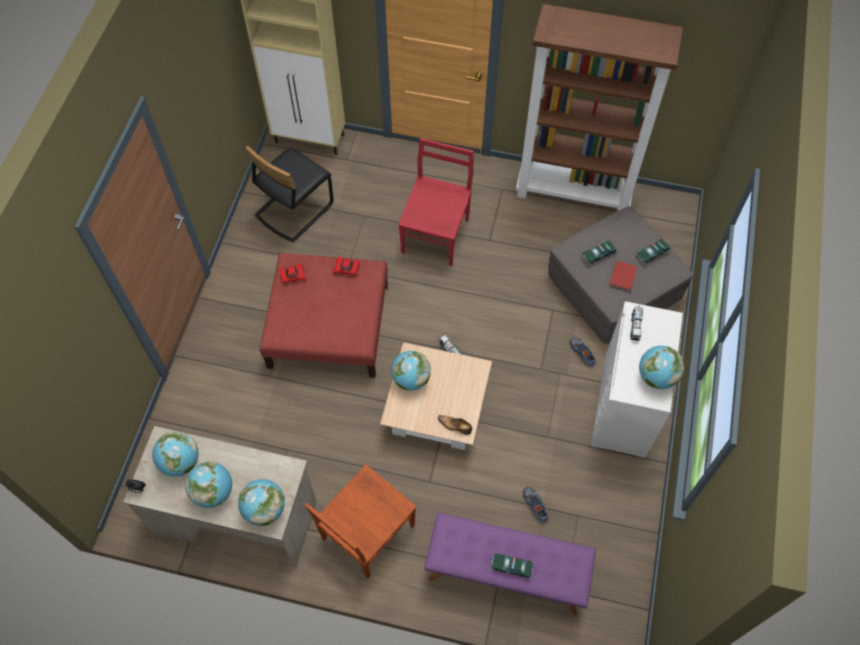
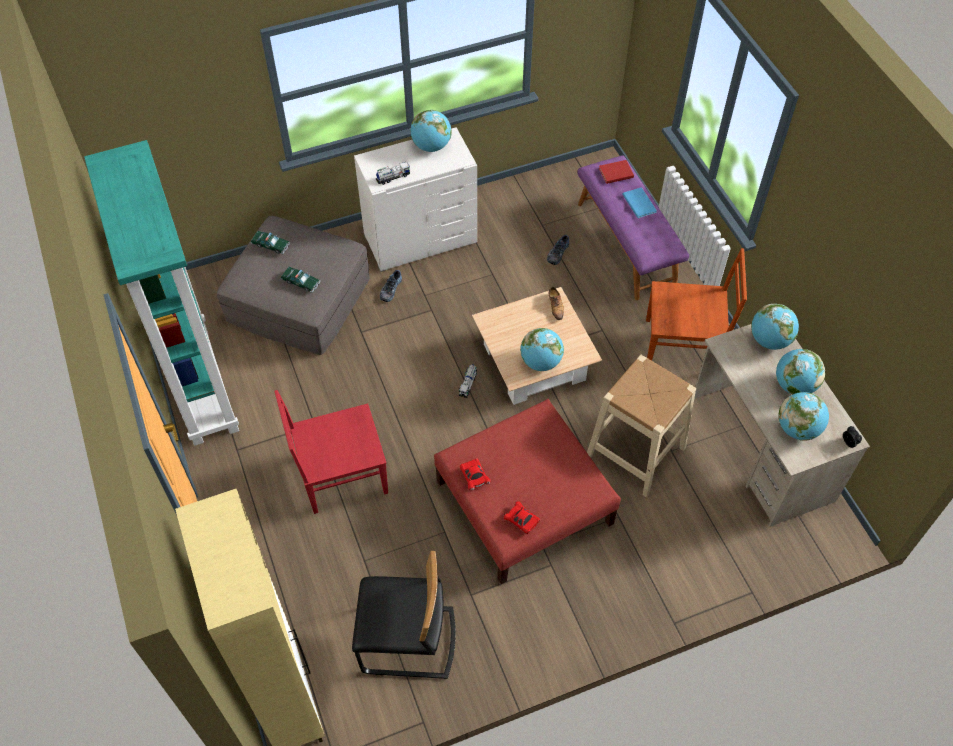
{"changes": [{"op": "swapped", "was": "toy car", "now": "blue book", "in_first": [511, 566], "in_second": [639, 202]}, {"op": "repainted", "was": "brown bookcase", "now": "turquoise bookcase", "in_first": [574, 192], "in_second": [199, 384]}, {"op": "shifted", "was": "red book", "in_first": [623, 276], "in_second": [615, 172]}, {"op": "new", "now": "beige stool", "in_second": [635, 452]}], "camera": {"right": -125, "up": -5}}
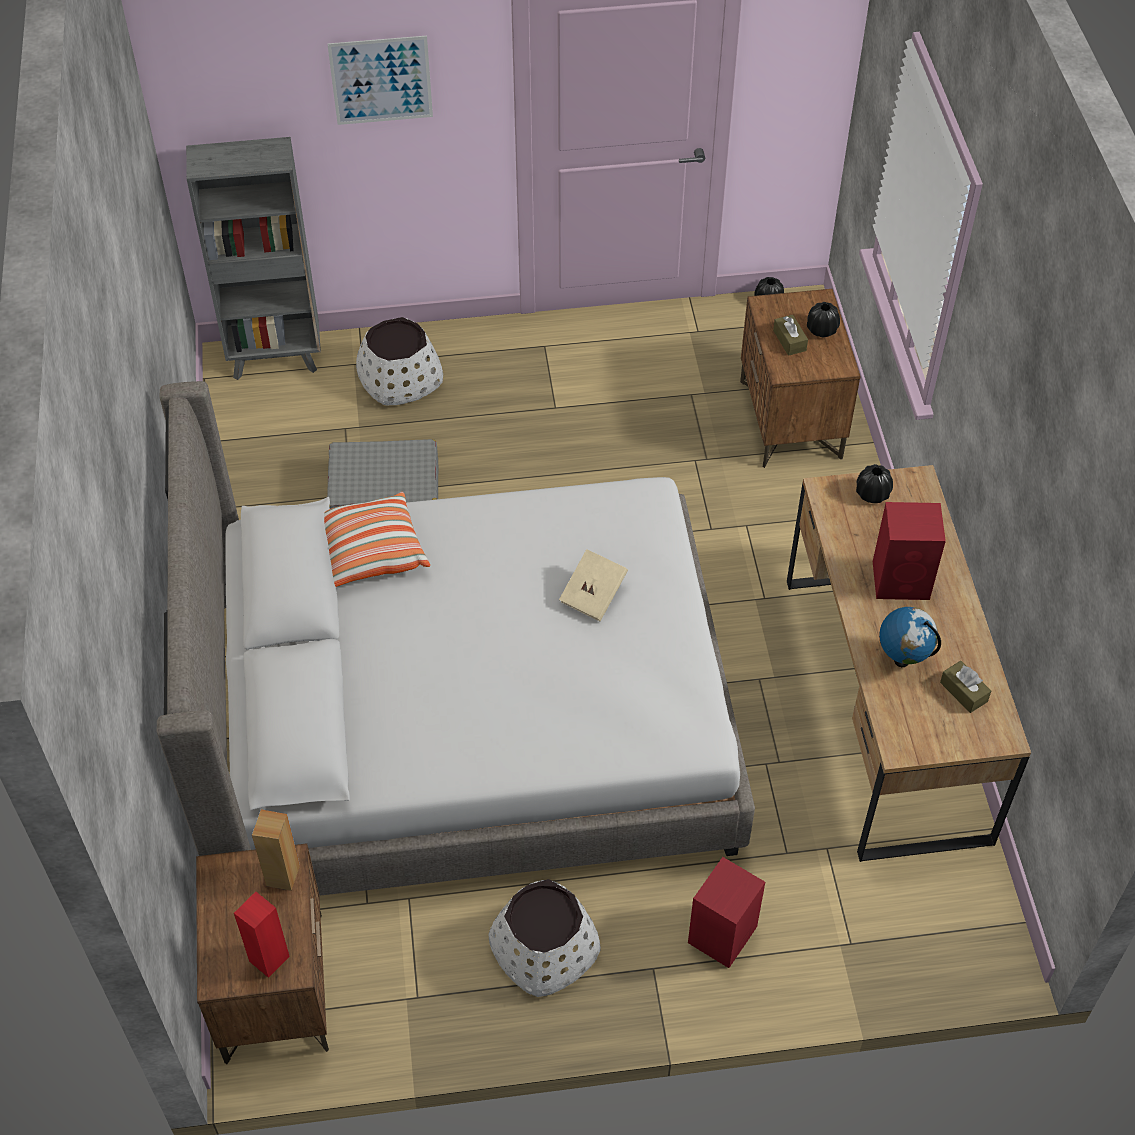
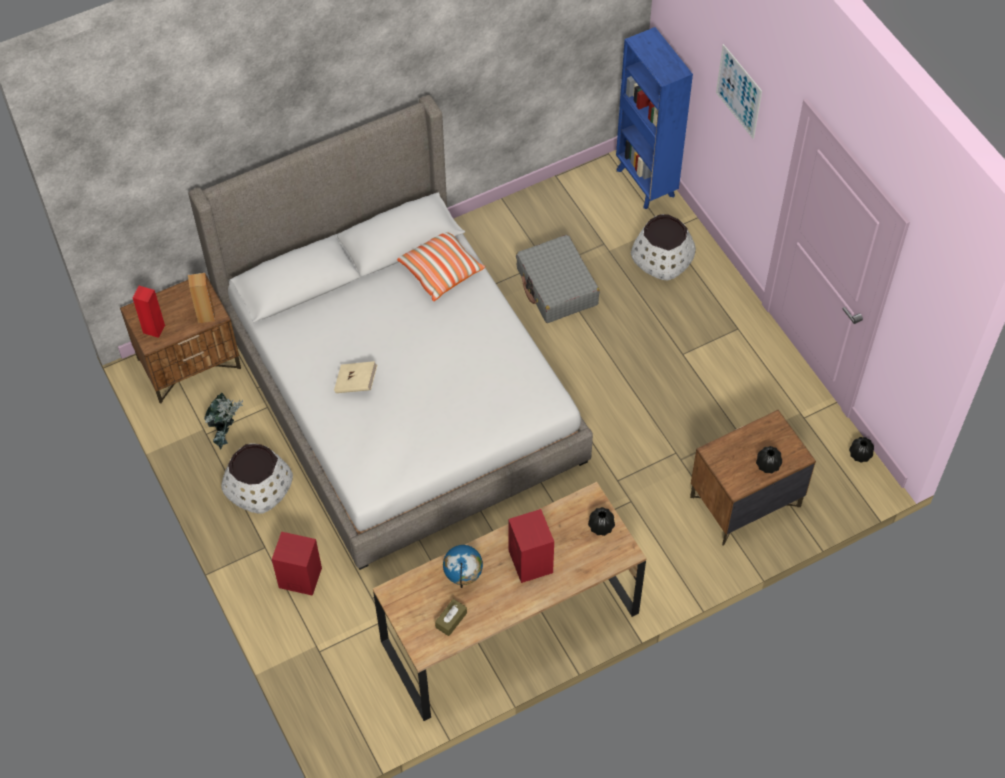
{"changes": [{"op": "repainted", "was": "grey bookcase", "now": "blue bookcase", "in_first": [276, 358], "in_second": [645, 184]}, {"op": "shifted", "was": "beige book", "in_first": [593, 595], "in_second": [356, 383]}, {"op": "gone", "was": "brown tissue box", "in_first": [789, 340]}, {"op": "new", "now": "potted plant", "in_second": [226, 433]}], "camera": {"right": 70, "up": 5}}
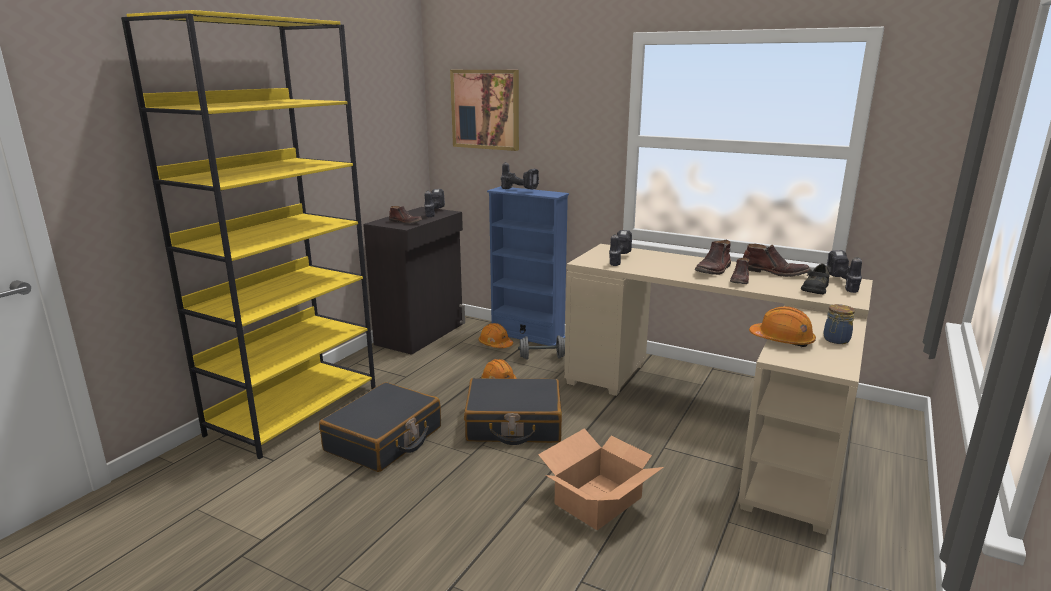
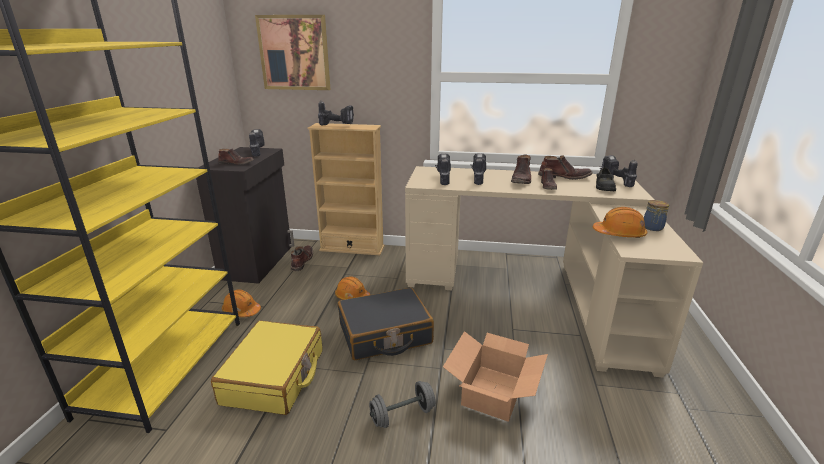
{"changes": [{"op": "repainted", "was": "black suitcase", "now": "yellow suitcase", "in_first": [384, 439], "in_second": [274, 377]}, {"op": "shifted", "was": "orange hard hat", "in_first": [495, 344], "in_second": [241, 311]}, {"op": "repainted", "was": "blue bookcase", "now": "beige bookcase", "in_first": [527, 335], "in_second": [352, 248]}, {"op": "shifted", "was": "grey dumbbell", "in_first": [542, 357], "in_second": [402, 415]}, {"op": "new", "now": "brown boot", "in_second": [301, 261]}, {"op": "new", "now": "power drill", "in_second": [477, 178]}], "camera": {"right": -20, "up": 5}}
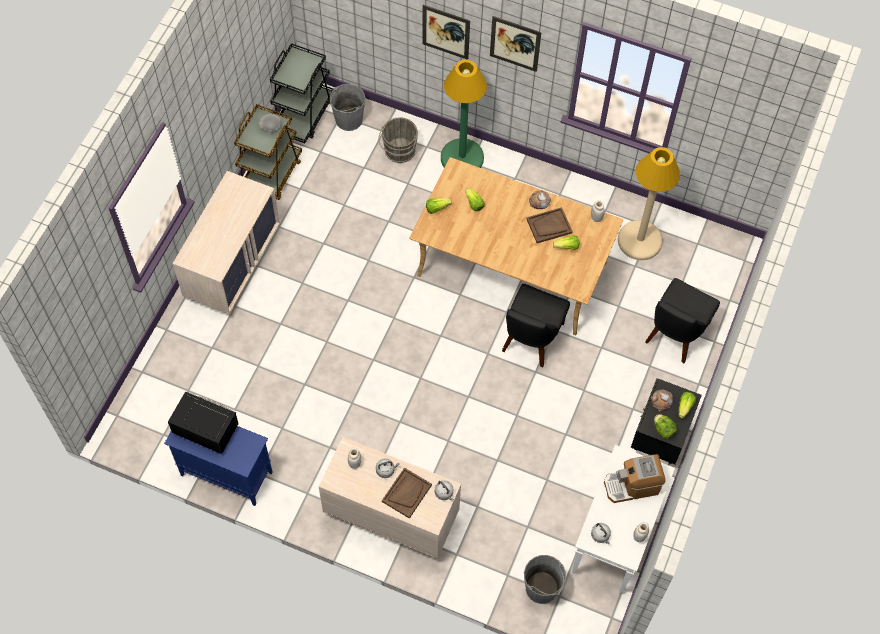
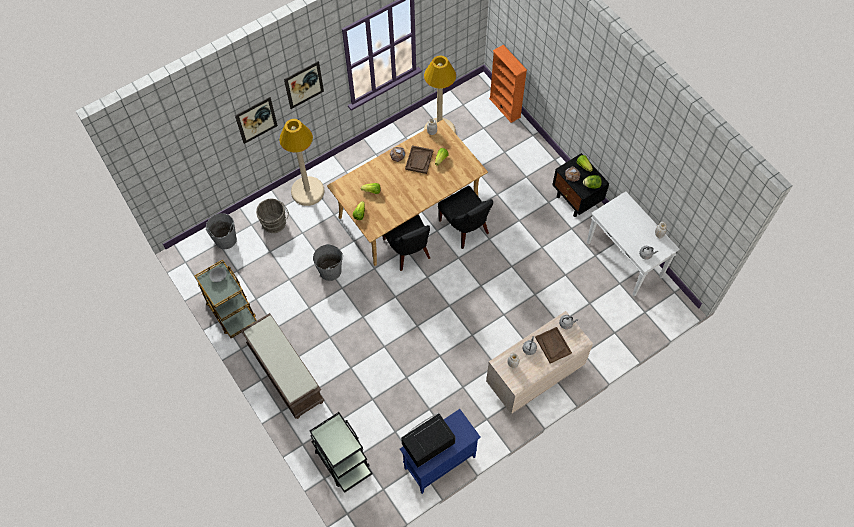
{"changes": [{"op": "swapped", "was": "beige dresser", "now": "brown bench", "in_first": [233, 266], "in_second": [284, 373]}, {"op": "shifted", "was": "black cart", "in_first": [303, 115], "in_second": [342, 459]}, {"op": "repainted", "was": "green floor lamp", "now": "beige floor lamp", "in_first": [462, 158], "in_second": [307, 191]}, {"op": "shifted", "was": "grey bucket", "in_first": [541, 588], "in_second": [330, 271]}, {"op": "gone", "was": "coffee machine", "in_first": [632, 485]}, {"op": "shifted", "was": "black chair", "in_first": [675, 334], "in_second": [407, 250]}, {"op": "new", "now": "orange bookcase", "in_second": [505, 107]}], "camera": {"right": -55, "up": 0}}
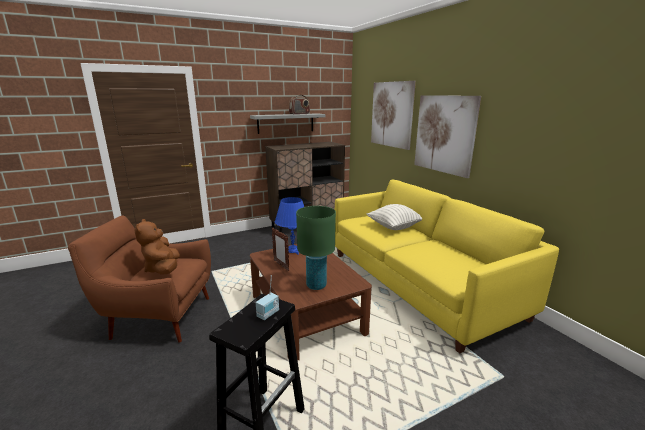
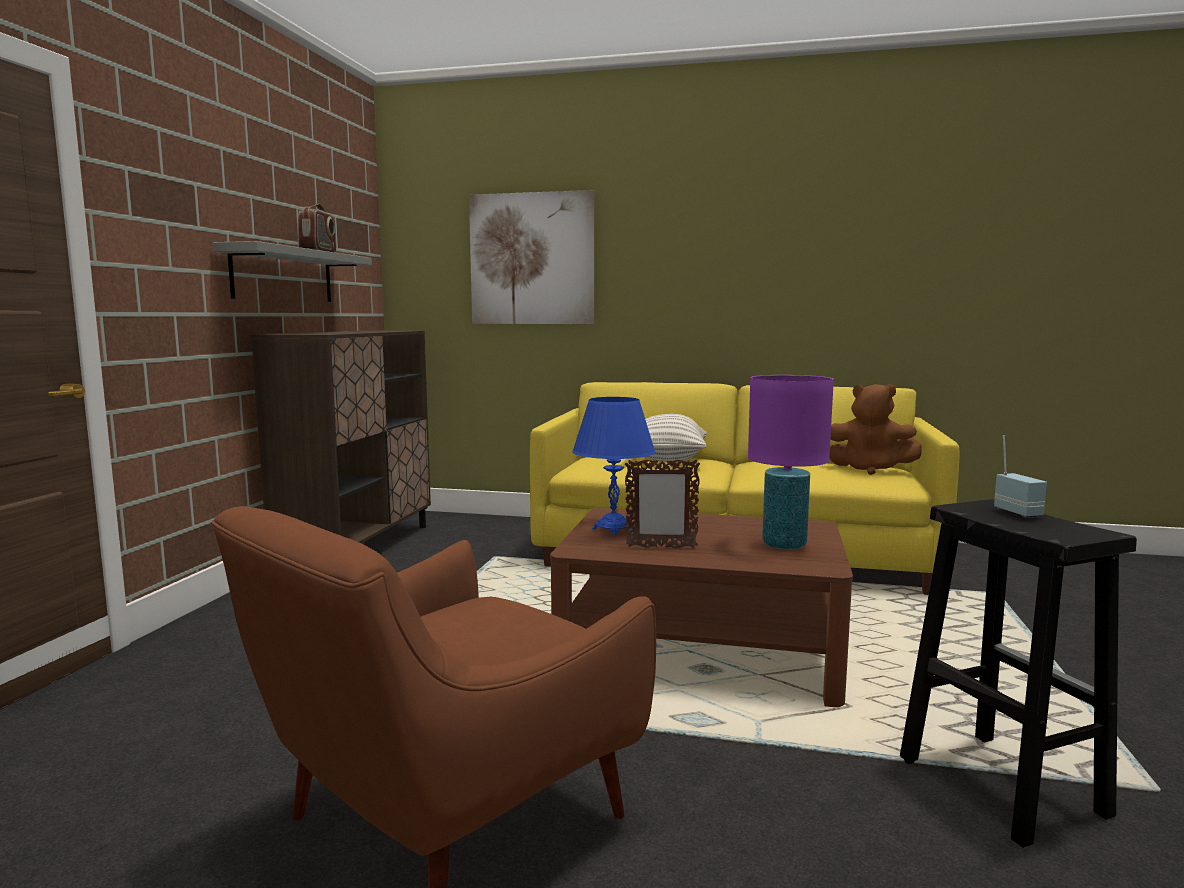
{"changes": [{"op": "shifted", "was": "brown plush toy", "in_first": [163, 269], "in_second": [870, 469]}, {"op": "repainted", "was": "green table lamp", "now": "purple table lamp", "in_first": [316, 285], "in_second": [784, 545]}, {"op": "gone", "was": "picture", "in_first": [444, 134]}], "camera": {"right": -50, "up": -10}}
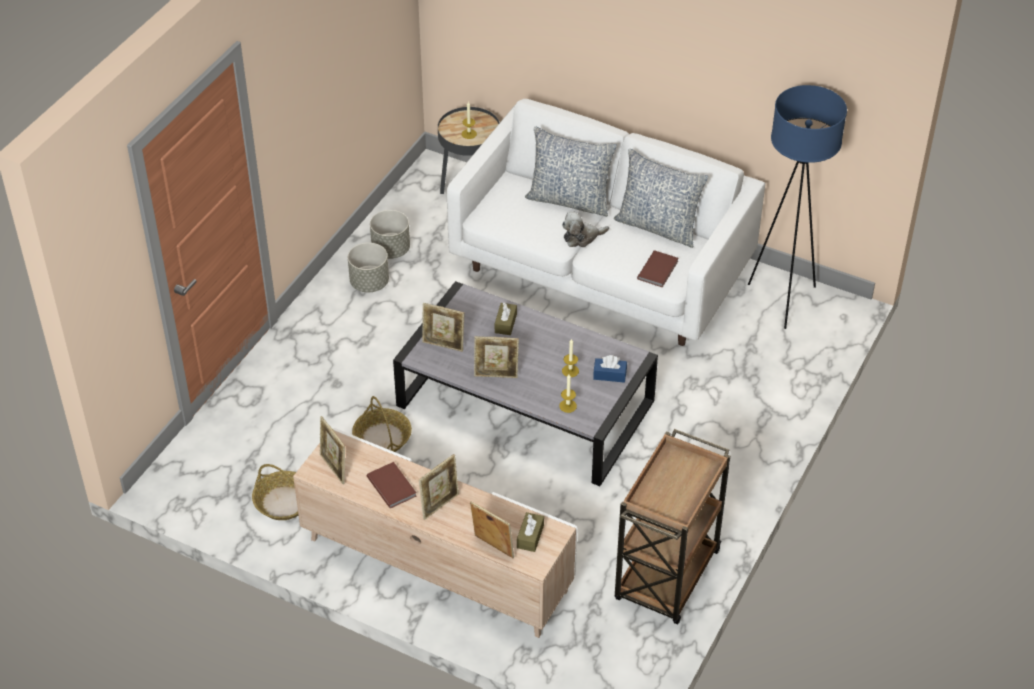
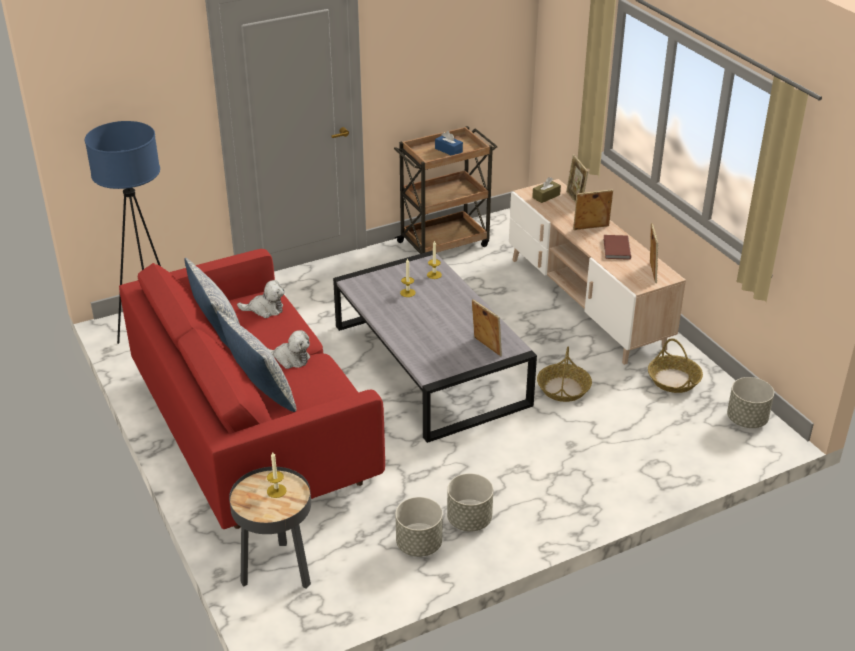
{"changes": [{"op": "repainted", "was": "white sofa", "now": "red sofa", "in_first": [602, 269], "in_second": [253, 431]}, {"op": "gone", "was": "picture frame", "in_first": [496, 375]}, {"op": "gone", "was": "brown tissue box", "in_first": [505, 323]}, {"op": "shifted", "was": "blue tissue box", "in_first": [609, 375], "in_second": [448, 150]}, {"op": "swapped", "was": "brown book", "now": "plush toy", "in_first": [659, 270], "in_second": [265, 309]}, {"op": "new", "now": "grey planter", "in_second": [747, 420]}], "camera": {"right": -145, "up": -10}}
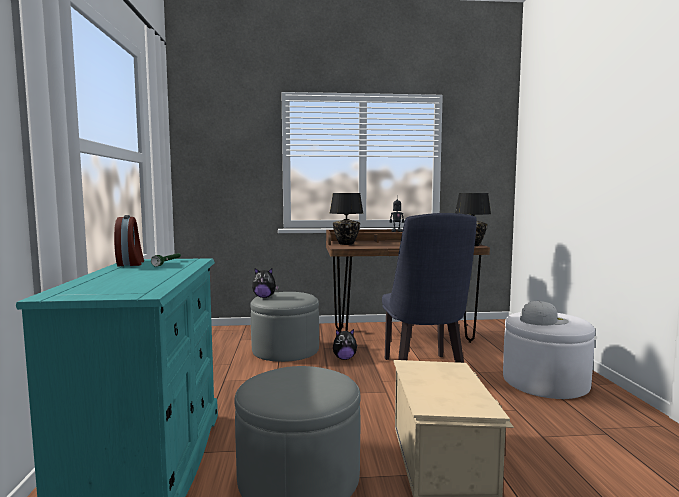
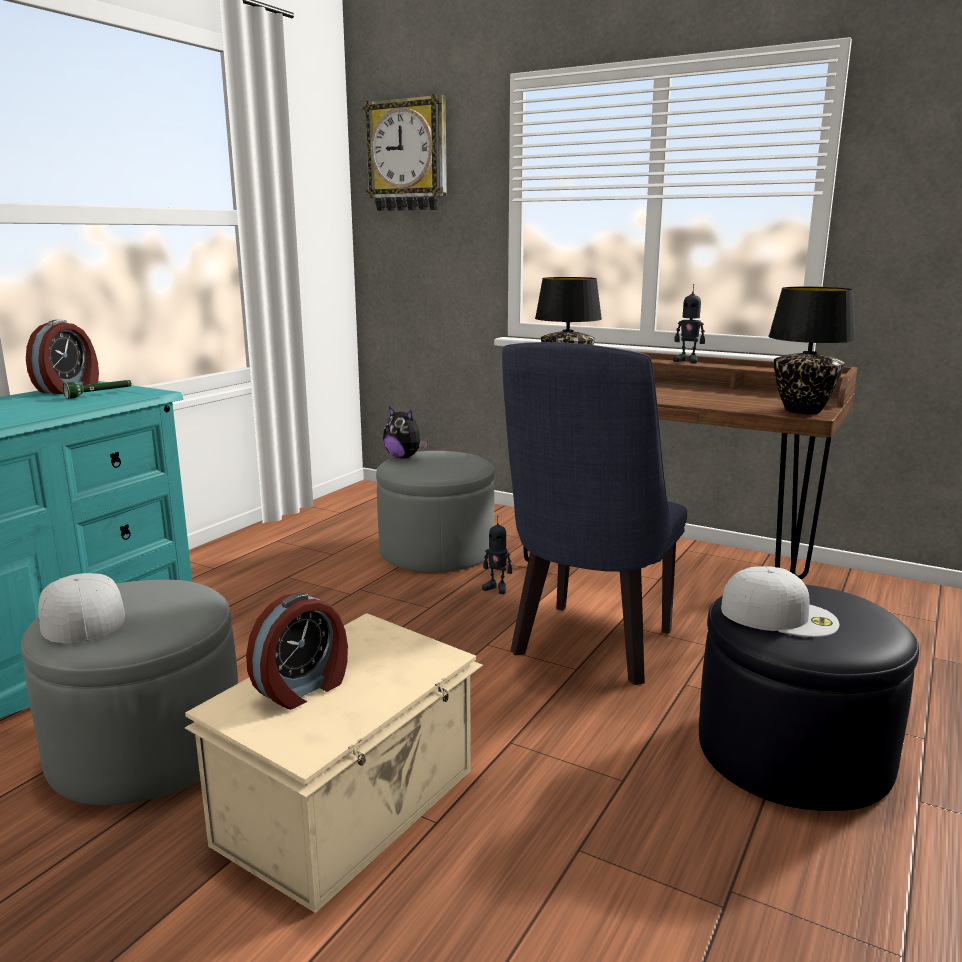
{"changes": [{"op": "swapped", "was": "plush toy", "now": "toy robot", "in_first": [344, 358], "in_second": [496, 588]}, {"op": "repainted", "was": "white ottoman", "now": "black ottoman", "in_first": [545, 382], "in_second": [792, 751]}, {"op": "new", "now": "white cap", "in_second": [80, 617]}, {"op": "new", "now": "alarm clock", "in_second": [303, 688]}, {"op": "new", "now": "wall clock", "in_second": [408, 155]}], "camera": {"right": 35, "up": 10}}
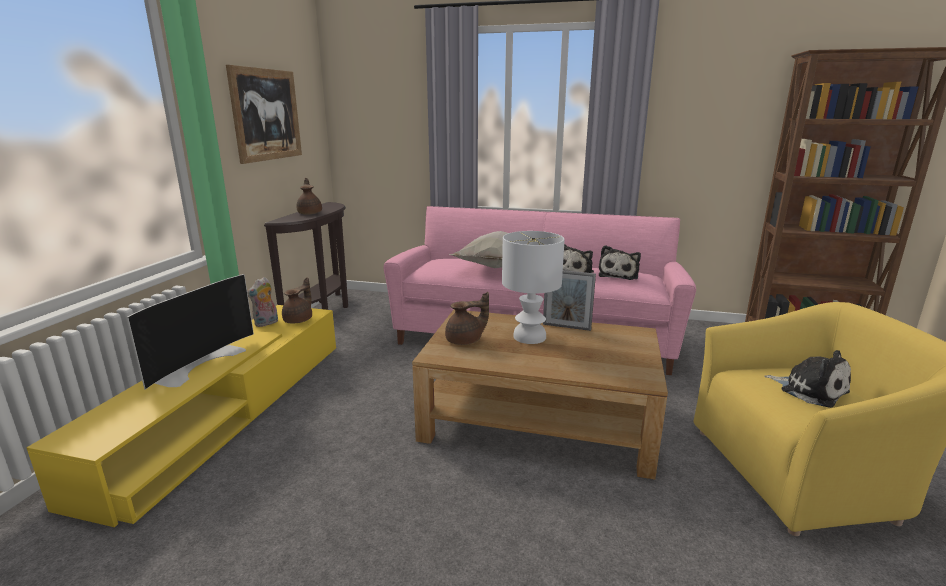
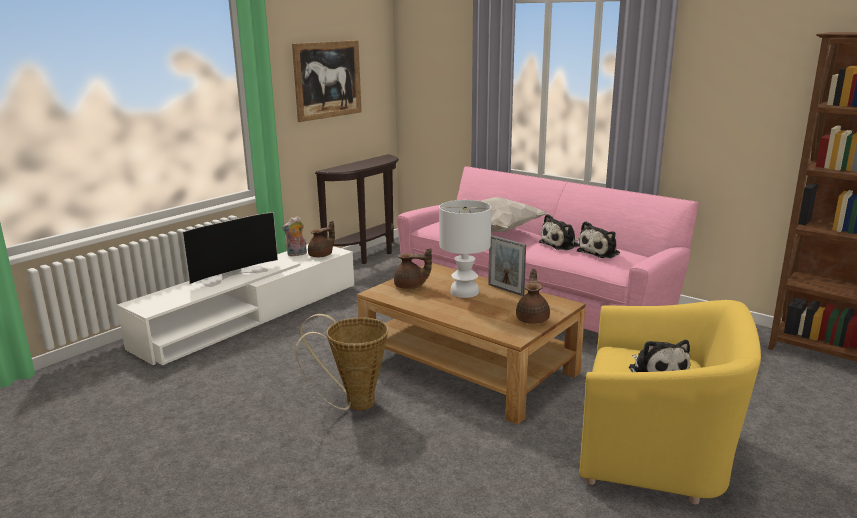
{"changes": [{"op": "repainted", "was": "yellow tv stand", "now": "white tv stand", "in_first": [228, 411], "in_second": [251, 315]}, {"op": "shifted", "was": "brown teapot", "in_first": [310, 213], "in_second": [533, 319]}, {"op": "new", "now": "basket", "in_second": [353, 404]}], "camera": {"right": 25, "up": 0}}
